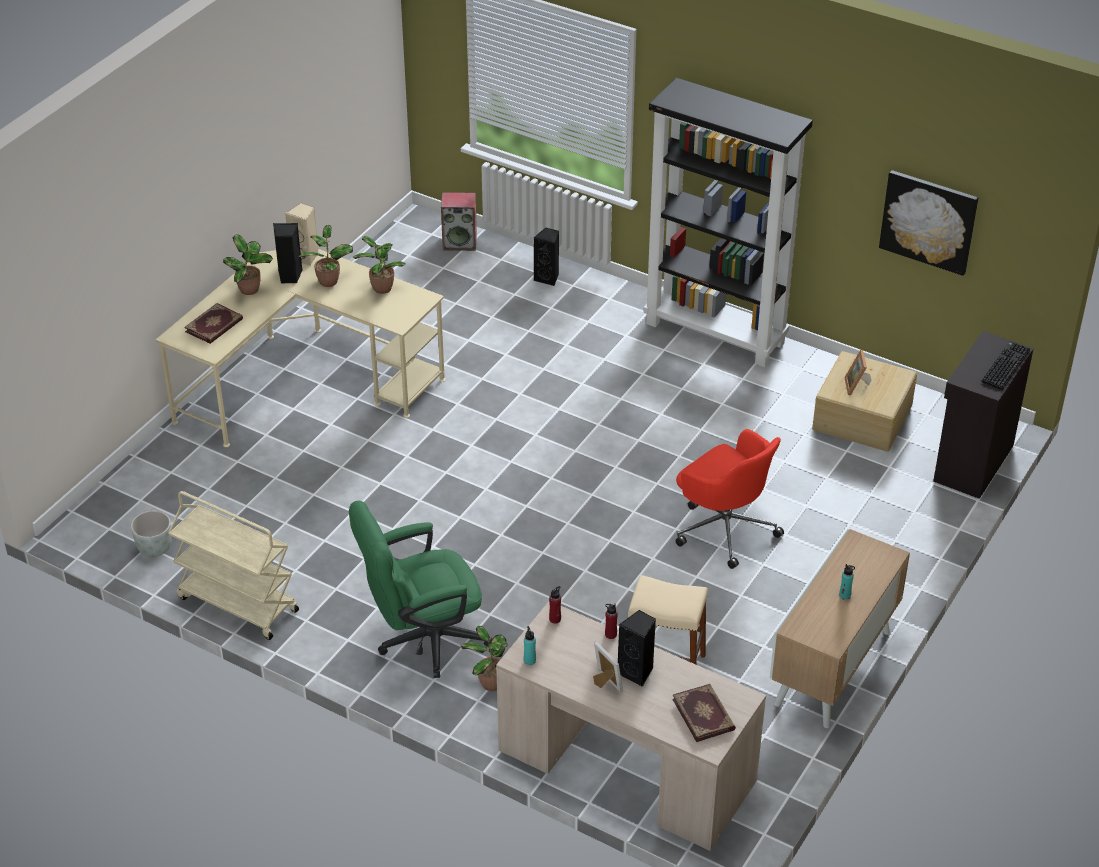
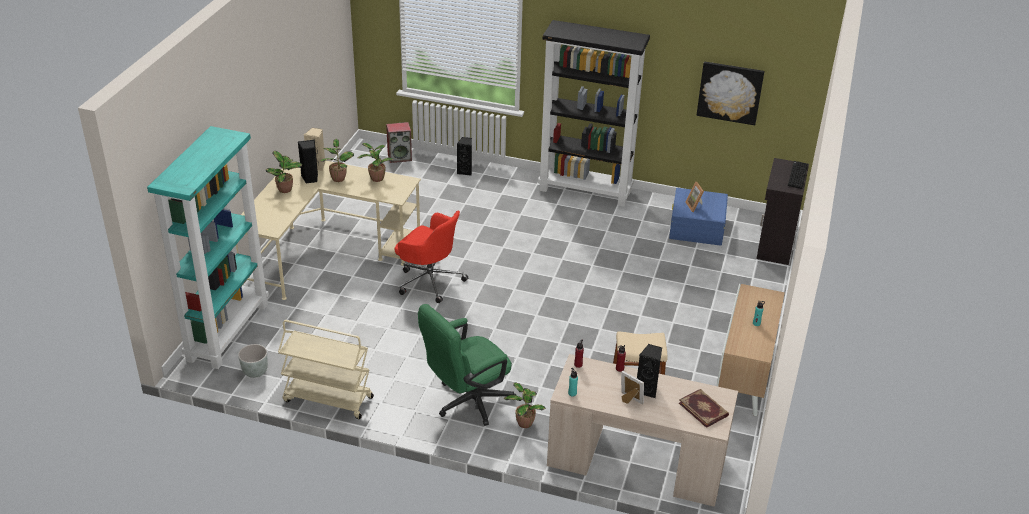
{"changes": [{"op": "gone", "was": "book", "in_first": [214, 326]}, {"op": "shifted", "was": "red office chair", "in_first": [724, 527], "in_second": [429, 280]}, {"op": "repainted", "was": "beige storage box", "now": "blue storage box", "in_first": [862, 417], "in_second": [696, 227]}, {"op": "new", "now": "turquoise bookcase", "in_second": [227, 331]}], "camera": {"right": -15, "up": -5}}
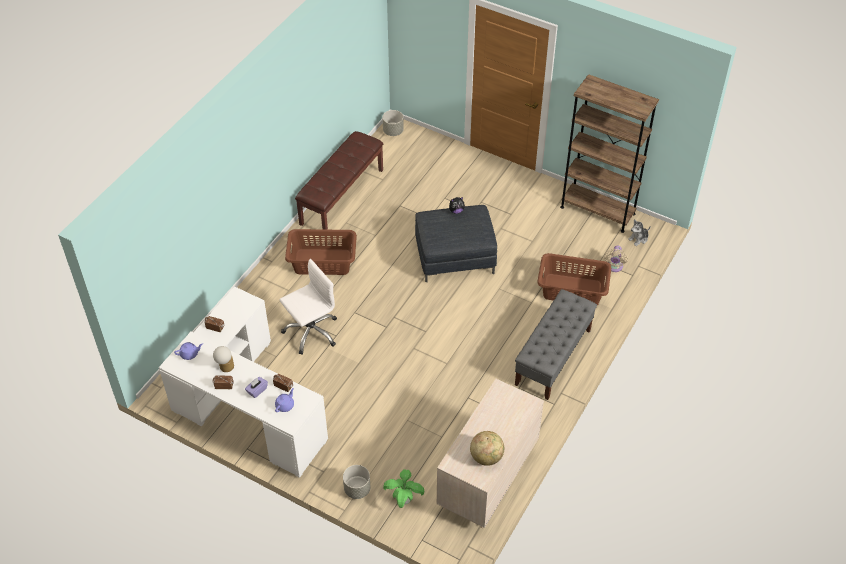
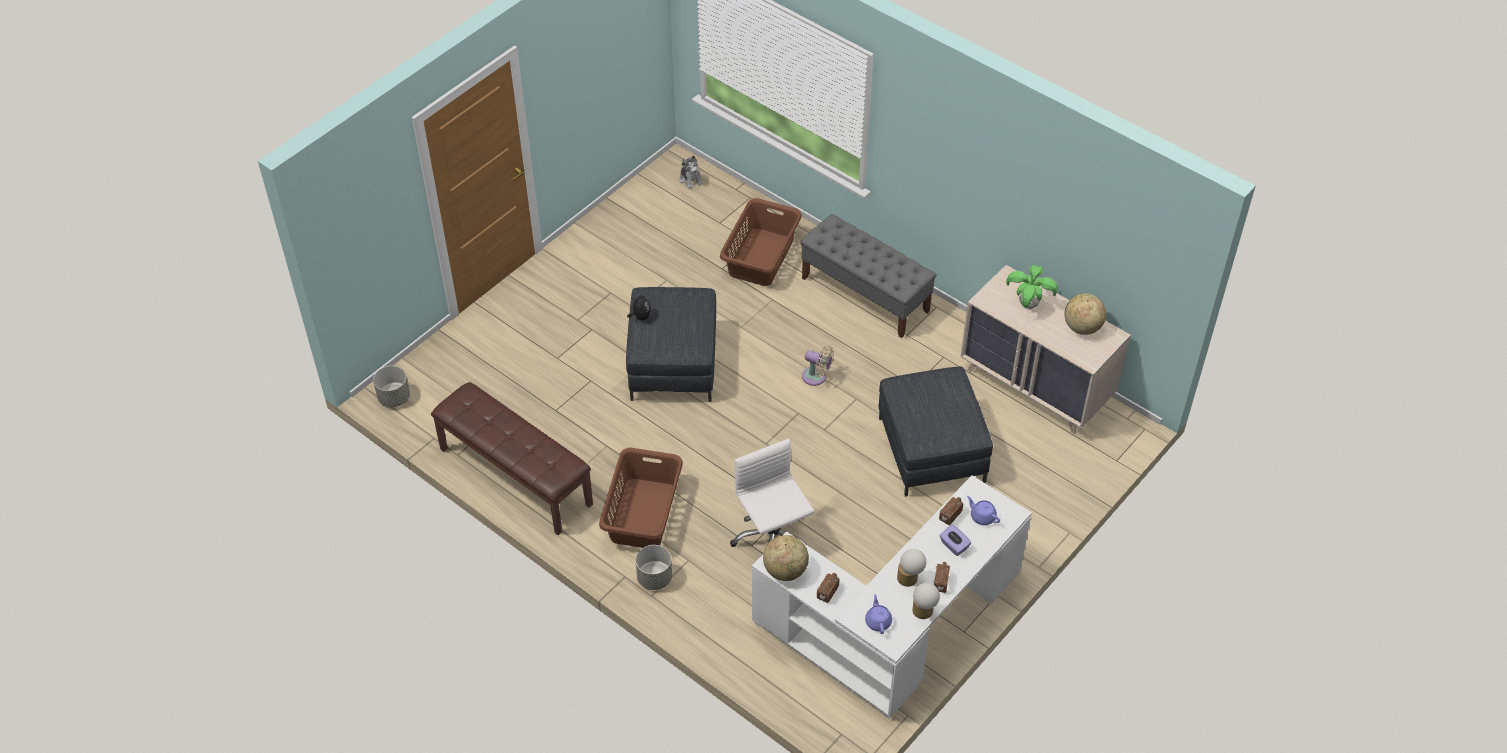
{"changes": [{"op": "shifted", "was": "grey planter", "in_first": [357, 489], "in_second": [655, 578]}, {"op": "shifted", "was": "potted plant", "in_first": [404, 500], "in_second": [1028, 305]}, {"op": "gone", "was": "brown bookcase", "in_first": [597, 210]}, {"op": "shifted", "was": "beige fan", "in_first": [614, 267], "in_second": [816, 377]}, {"op": "new", "now": "globe", "in_second": [785, 570]}, {"op": "new", "now": "grey ottoman", "in_second": [932, 449]}, {"op": "new", "now": "table lamp", "in_second": [923, 613]}], "camera": {"right": -80, "up": 0}}
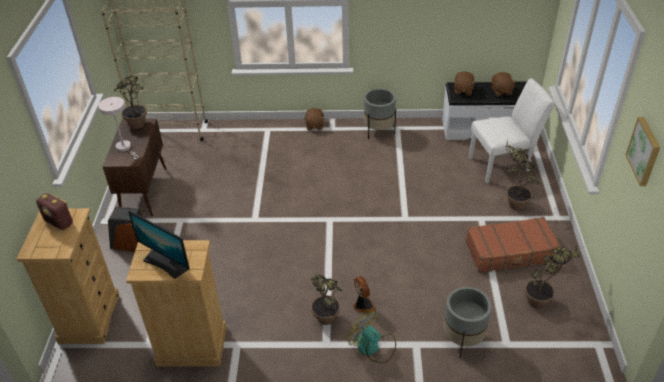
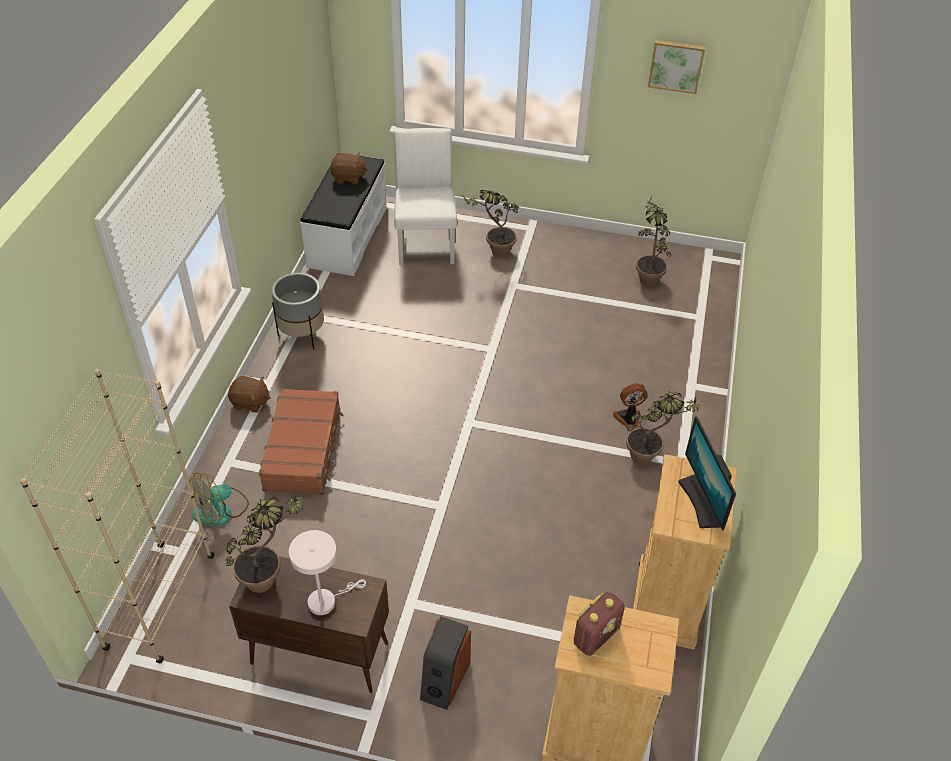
{"changes": [{"op": "rotated", "was": "monitor", "in_first": [166, 263], "in_second": [702, 502], "clockwise": 120}, {"op": "shifted", "was": "fan", "in_first": [373, 347], "in_second": [221, 510]}, {"op": "gone", "was": "grey planter", "in_first": [462, 339]}, {"op": "gone", "was": "brown plush toy", "in_first": [463, 90]}, {"op": "shifted", "was": "brown suitcase", "in_first": [511, 252], "in_second": [304, 449]}], "camera": {"right": -80, "up": 5}}
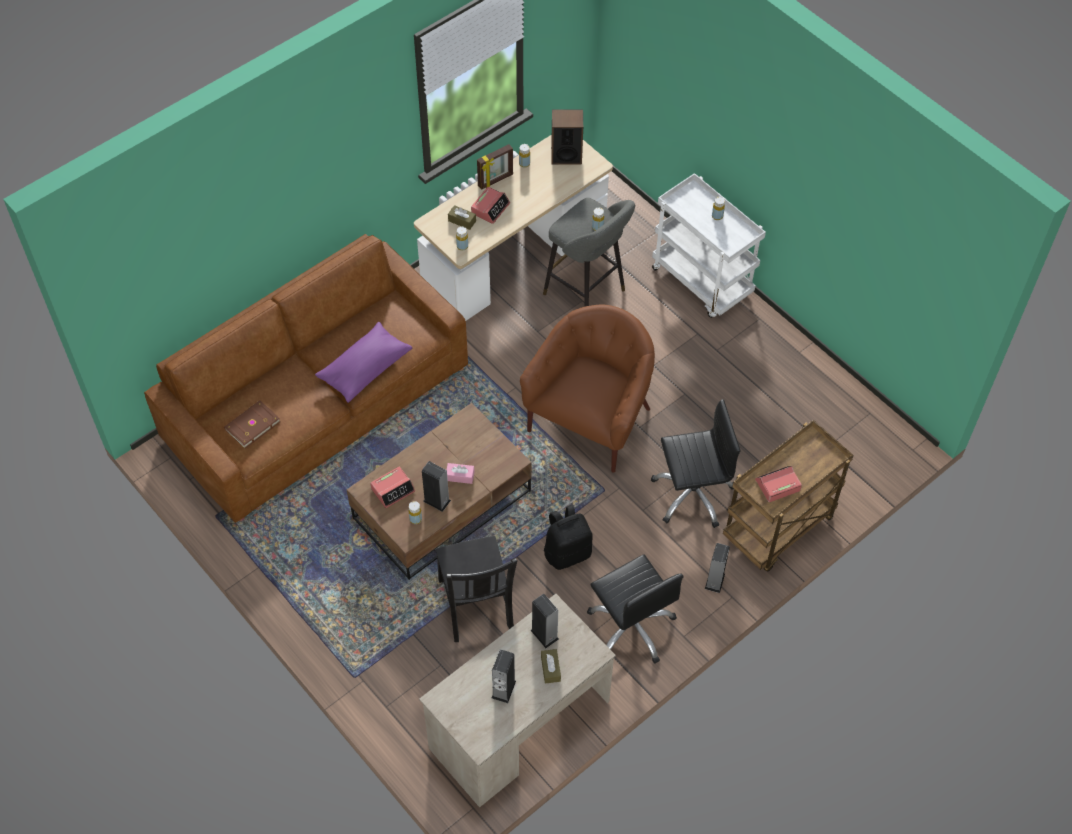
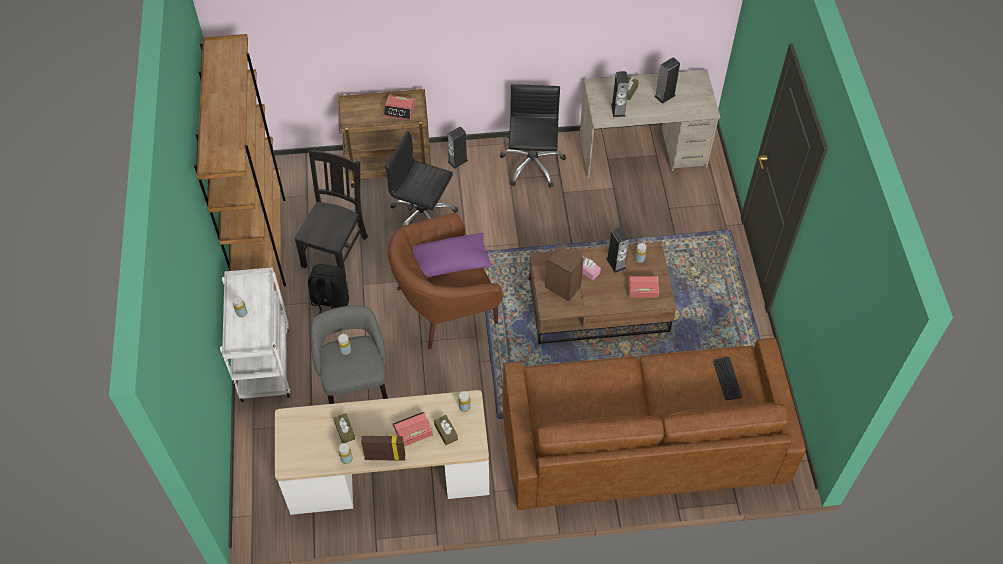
{"changes": [{"op": "swapped", "was": "brown book", "now": "keyboard", "in_first": [251, 425], "in_second": [727, 378]}, {"op": "shifted", "was": "purple pillow", "in_first": [365, 369], "in_second": [449, 263]}, {"op": "shifted", "was": "black chair", "in_first": [476, 606], "in_second": [336, 249]}, {"op": "shifted", "was": "black backpack", "in_first": [567, 552], "in_second": [330, 302]}, {"op": "shifted", "was": "speaker", "in_first": [566, 155], "in_second": [562, 287]}, {"op": "new", "now": "brown bookcase", "in_second": [263, 243]}, {"op": "new", "now": "brown tissue box", "in_second": [345, 431]}], "camera": {"right": -145, "up": 0}}
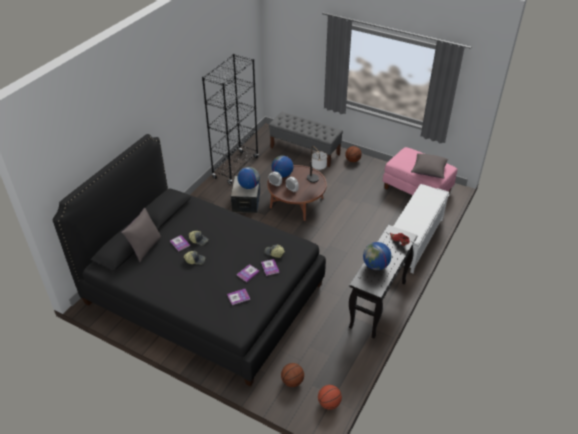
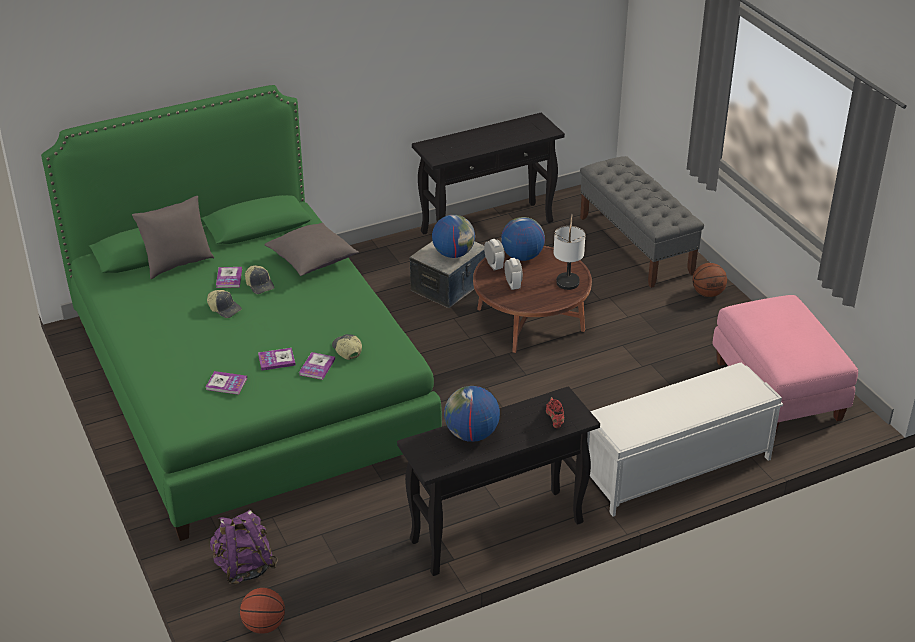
{"changes": [{"op": "repainted", "was": "black bed", "now": "green bed", "in_first": [203, 294], "in_second": [247, 386]}, {"op": "swapped", "was": "black bookcase", "now": "black console table", "in_first": [235, 168], "in_second": [488, 227]}, {"op": "swapped", "was": "basketball", "now": "purple backpack", "in_first": [292, 381], "in_second": [244, 567]}, {"op": "shifted", "was": "grey pillow", "in_first": [429, 171], "in_second": [312, 261]}], "camera": {"right": 35, "up": -5}}
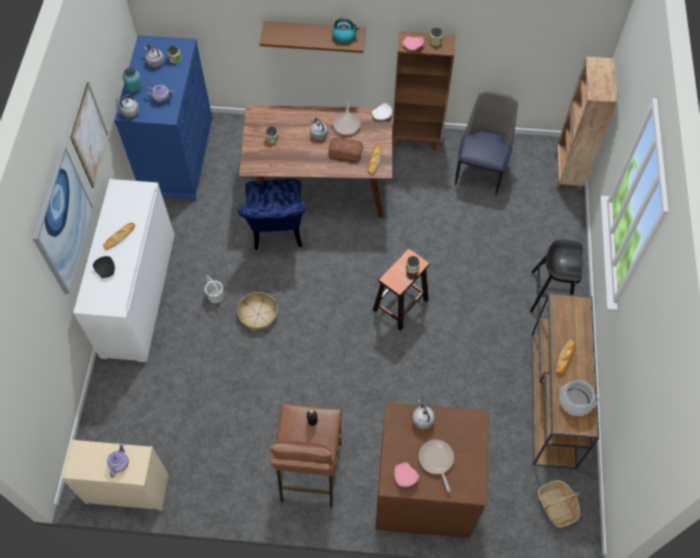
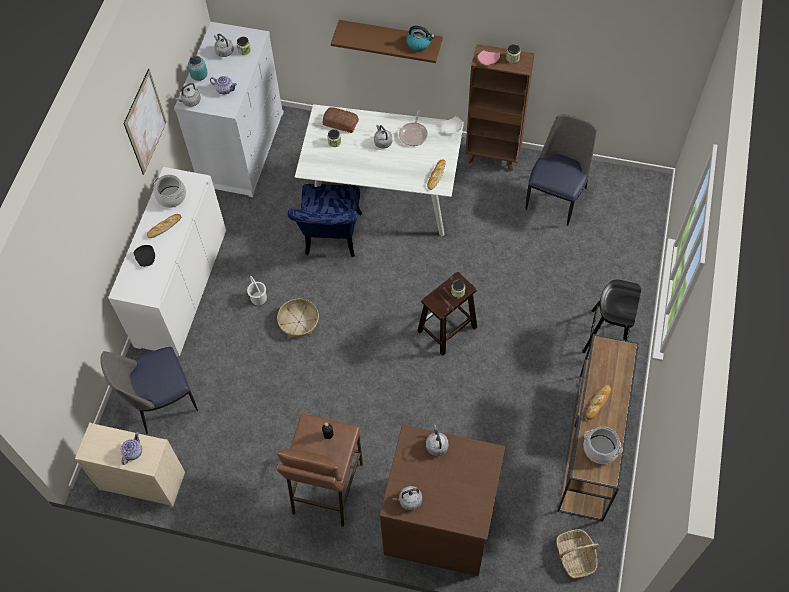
{"changes": [{"op": "gone", "was": "picture", "in_first": [62, 221]}, {"op": "repainted", "was": "blue dresser", "now": "white dresser", "in_first": [177, 155], "in_second": [241, 148]}, {"op": "repainted", "was": "brown dining table", "now": "white dining table", "in_first": [320, 186], "in_second": [383, 196]}, {"op": "shifted", "was": "bread", "in_first": [345, 151], "in_second": [340, 122]}, {"op": "swapped", "was": "pink plate", "now": "grey kettle", "in_first": [405, 477], "in_second": [409, 501]}, {"op": "gone", "was": "frying pan", "in_first": [436, 460]}, {"op": "gone", "was": "brown bookcase", "in_first": [567, 173]}, {"op": "new", "now": "chair", "in_second": [161, 402]}, {"op": "new", "now": "cooking pot", "in_second": [171, 196]}], "camera": {"right": 10, "up": 0}}
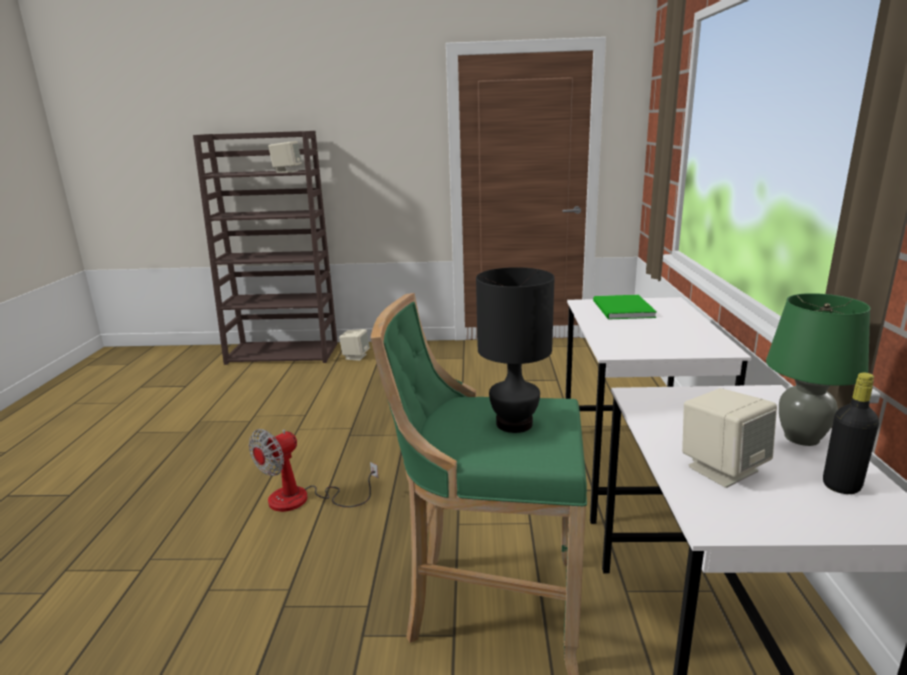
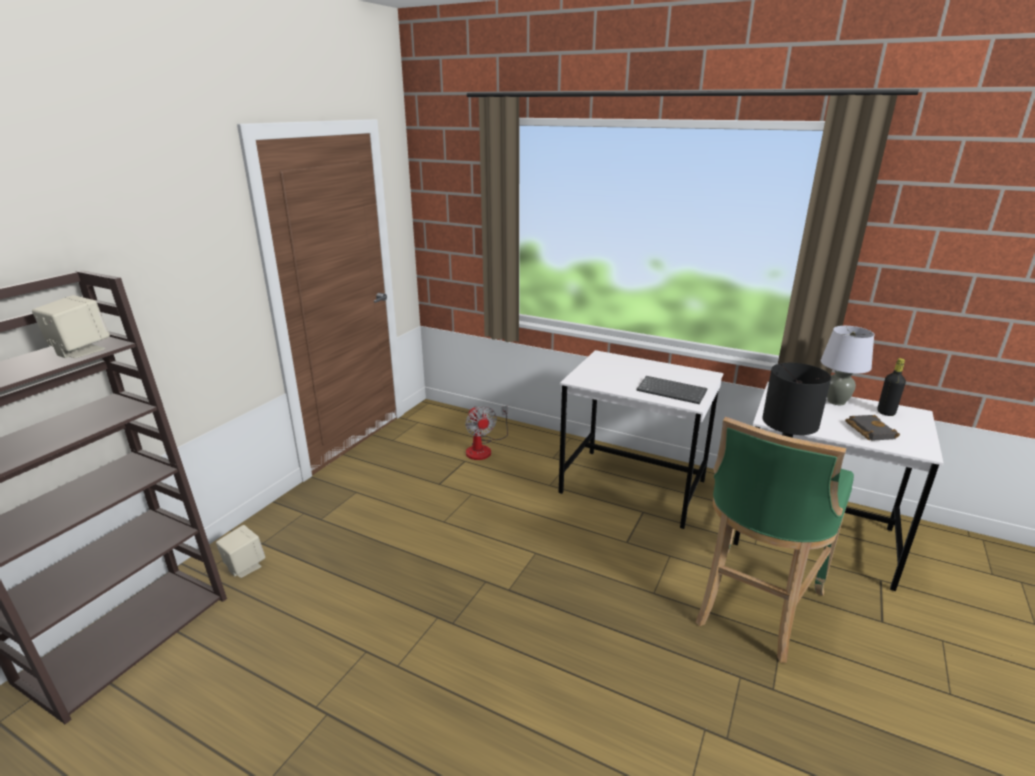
{"changes": [{"op": "shifted", "was": "fan", "in_first": [303, 499], "in_second": [483, 448]}, {"op": "gone", "was": "green book", "in_first": [622, 310]}, {"op": "swapped", "was": "beige speaker", "now": "black book", "in_first": [722, 468], "in_second": [868, 430]}, {"op": "repainted", "was": "green table lamp", "now": "grey table lamp", "in_first": [801, 438], "in_second": [836, 402]}, {"op": "new", "now": "keyboard", "in_second": [672, 391]}], "camera": {"right": -65, "up": 5}}
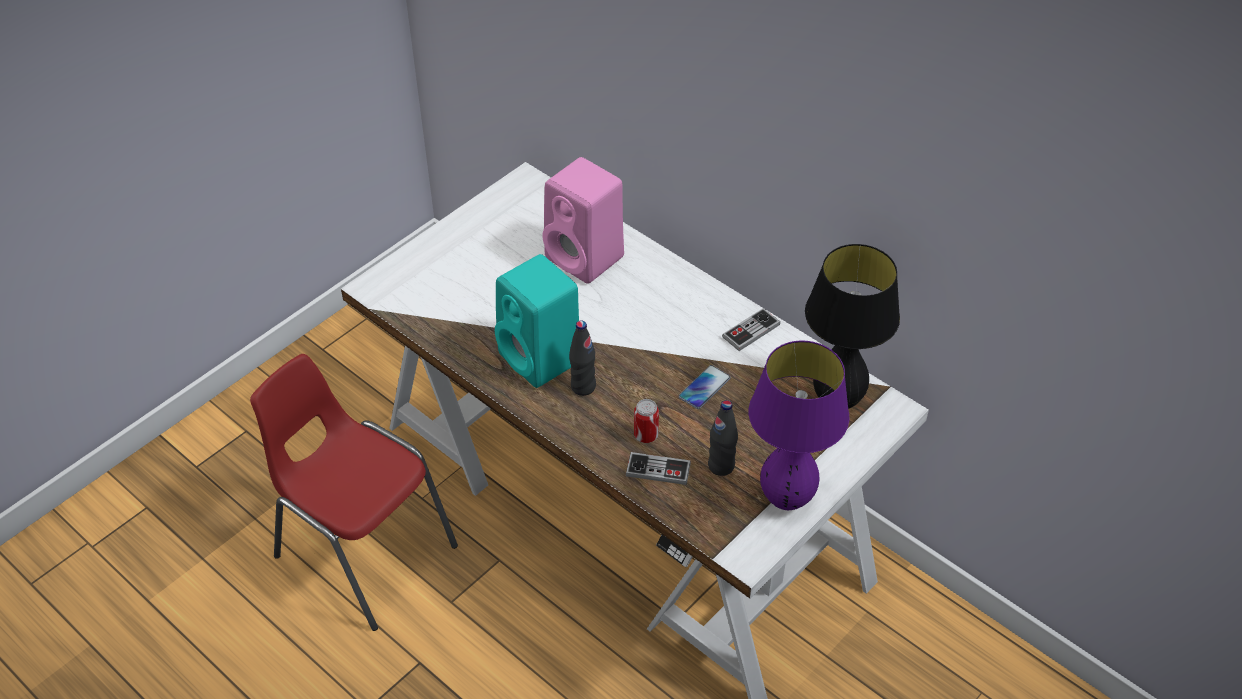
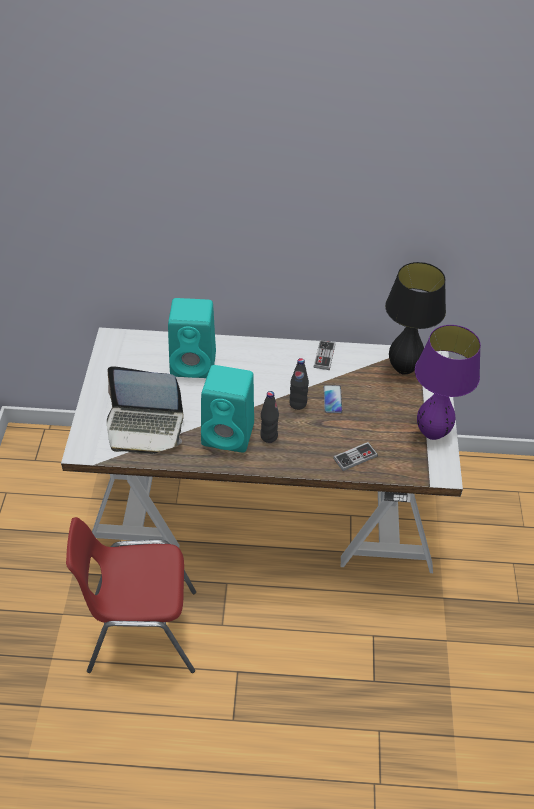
{"changes": [{"op": "repainted", "was": "pink speaker", "now": "turquoise speaker", "in_first": [587, 258], "in_second": [195, 364]}, {"op": "gone", "was": "can", "in_first": [646, 435]}, {"op": "shifted", "was": "black bottle", "in_first": [721, 466], "in_second": [298, 404]}, {"op": "new", "now": "laptop", "in_second": [145, 427]}], "camera": {"right": -40, "up": 0}}
